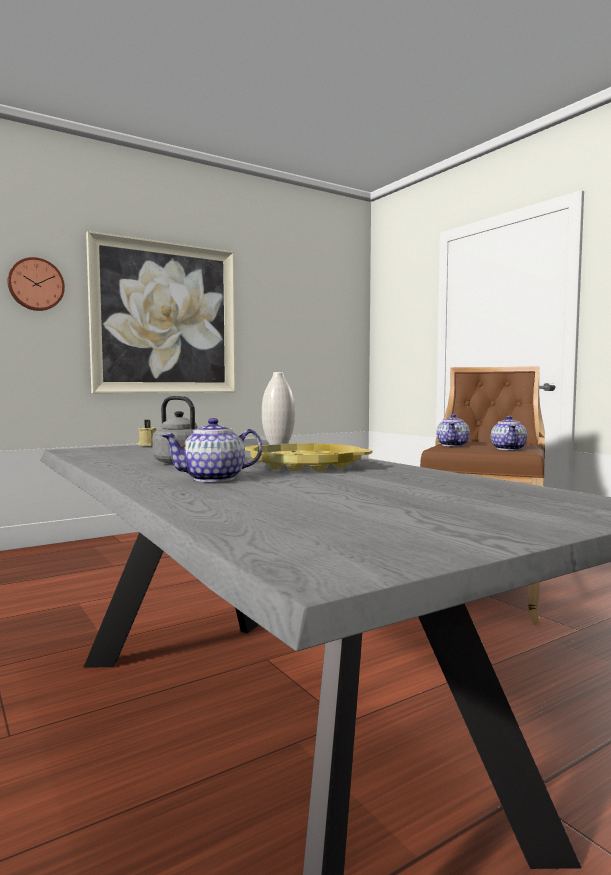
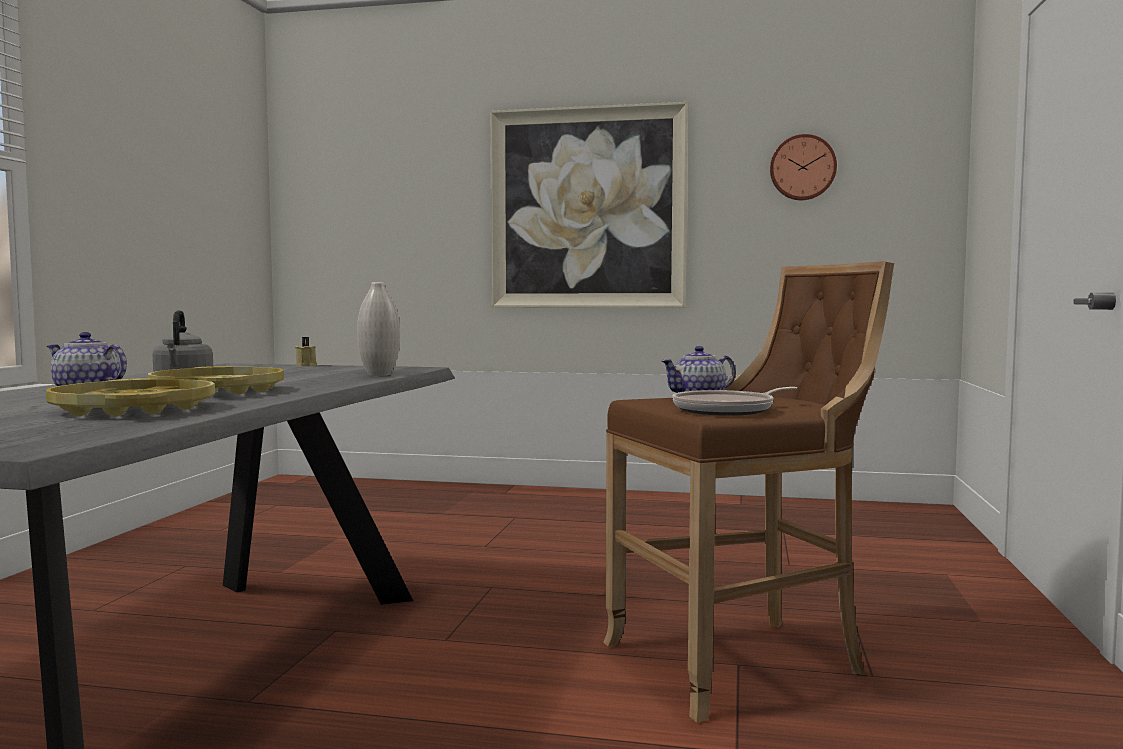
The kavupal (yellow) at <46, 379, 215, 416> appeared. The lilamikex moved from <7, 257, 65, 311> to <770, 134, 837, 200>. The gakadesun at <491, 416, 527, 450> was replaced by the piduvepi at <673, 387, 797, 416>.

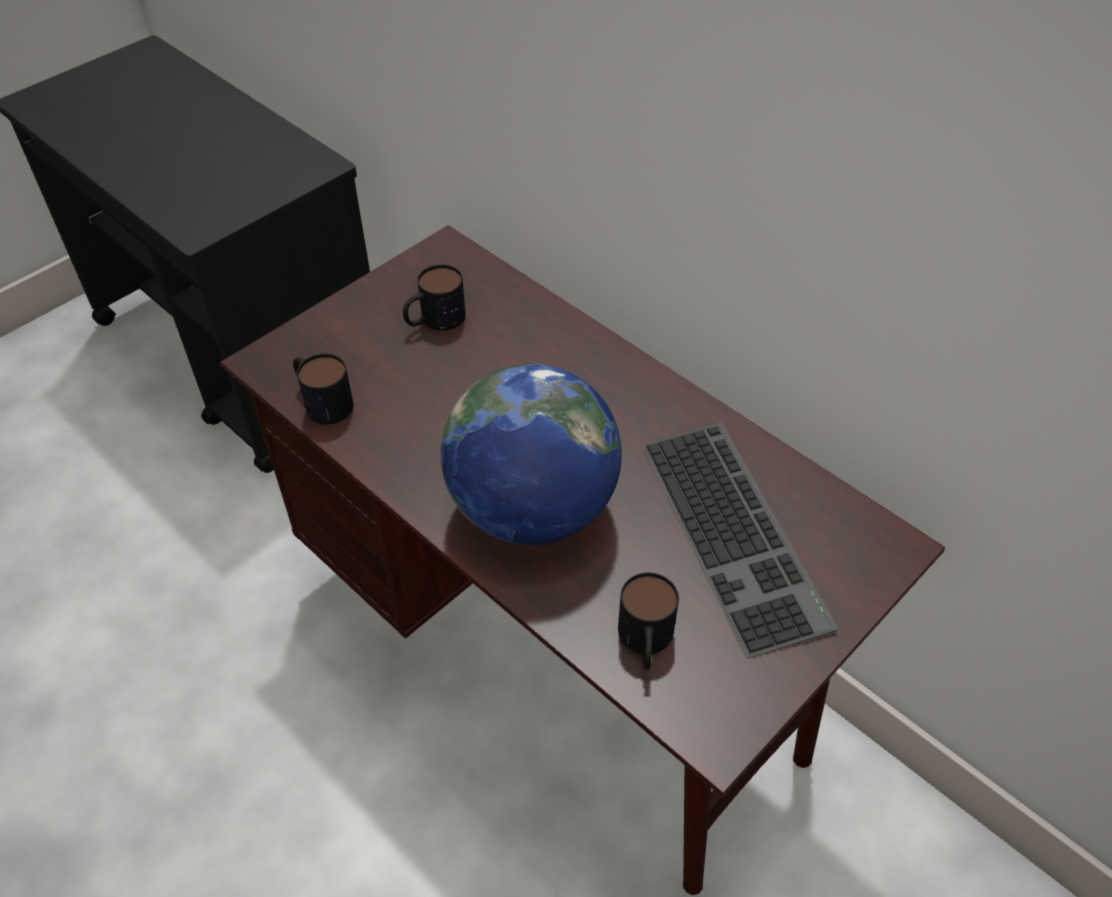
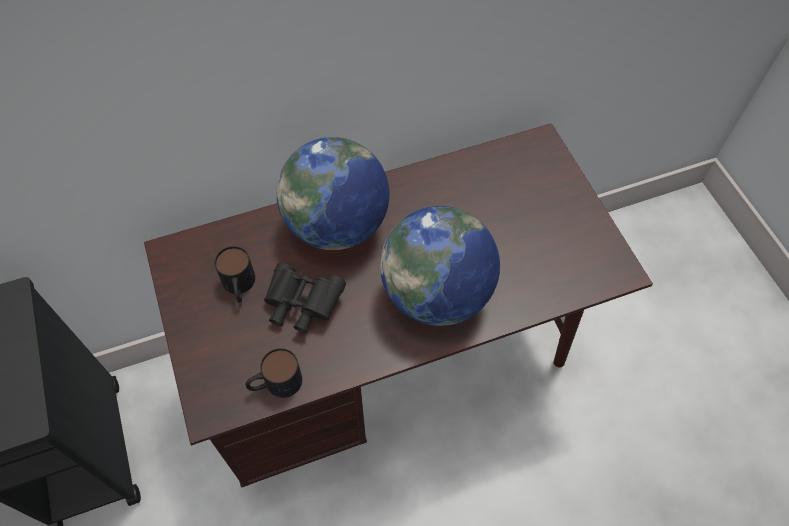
The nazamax at <618, 572, 679, 669> disappeared. The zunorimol at <642, 423, 838, 659> disappeared. The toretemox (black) at <264, 262, 346, 333> appeared. The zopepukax at <276, 137, 389, 250> appeared.

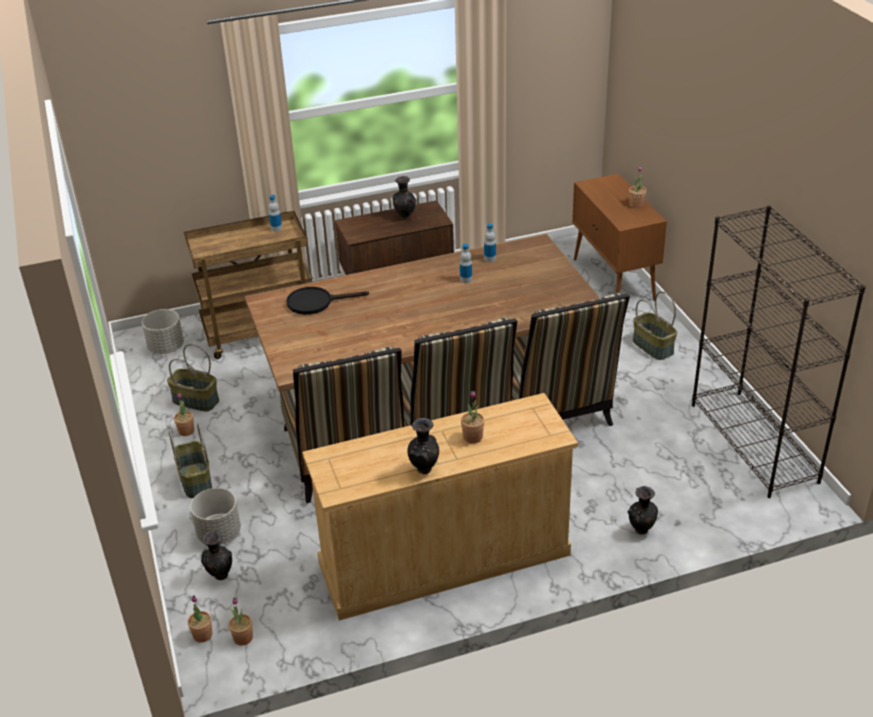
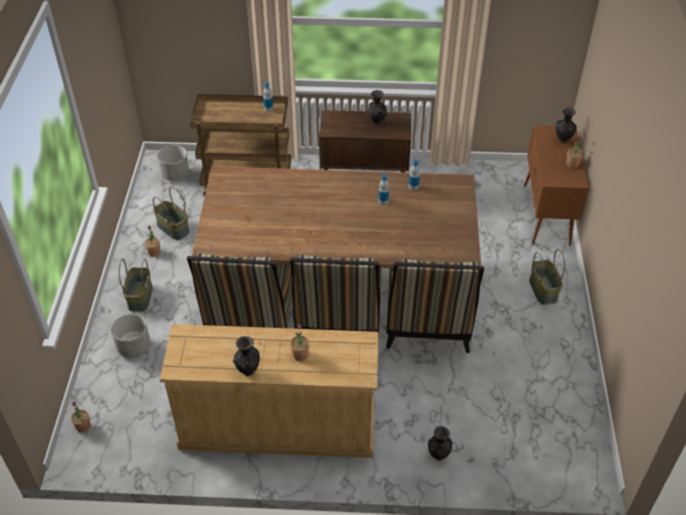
The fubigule at <229, 598, 253, 646> disappeared. The piduvepi (black) at <286, 287, 369, 315> disappeared. The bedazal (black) at <692, 206, 866, 498> disappeared. The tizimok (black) moved from <201, 531, 232, 580> to <556, 108, 577, 143>.

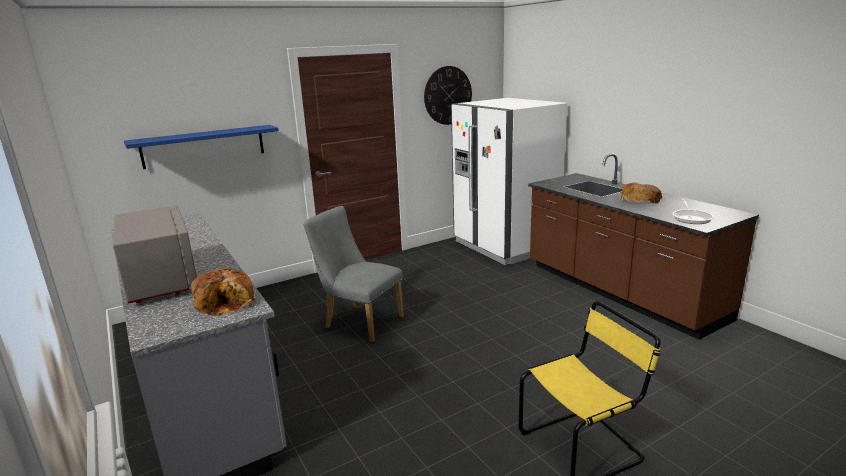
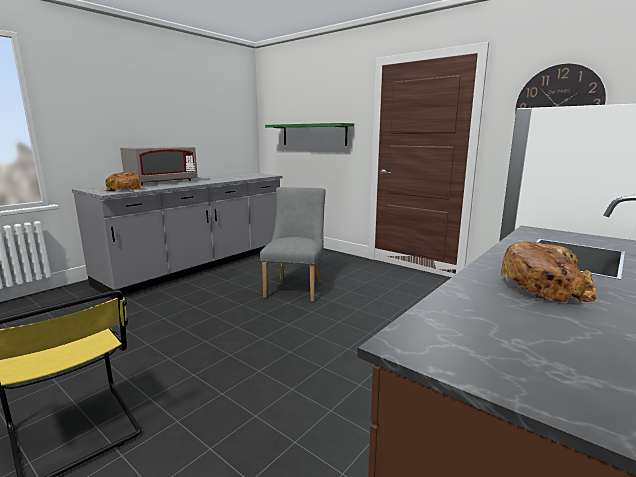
The piduvepi at <672, 199, 714, 224> disappeared. The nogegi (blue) at <124, 125, 279, 169> became the nogegi (green) at <265, 123, 354, 146>.

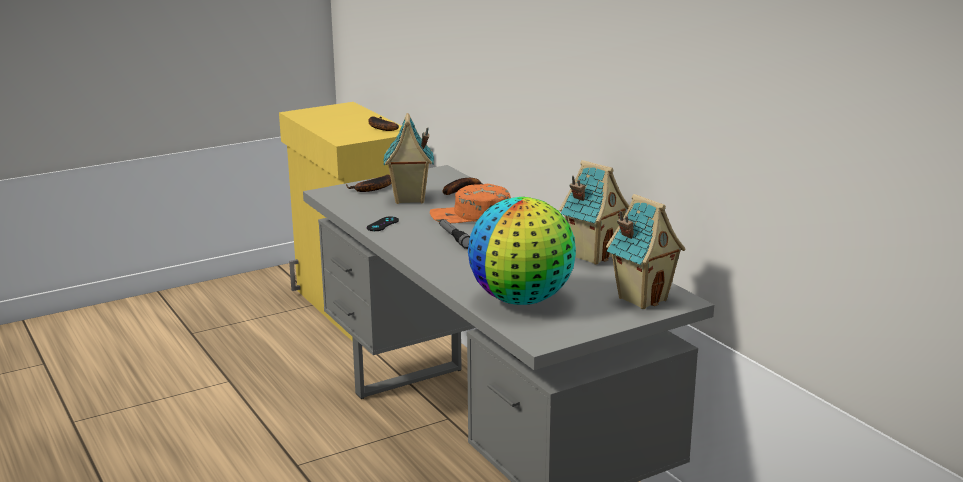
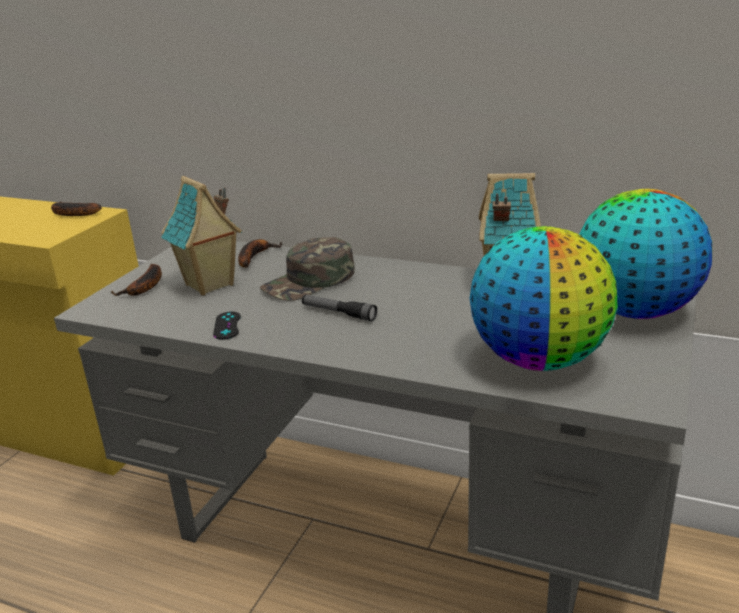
The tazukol at <606, 194, 685, 309> was replaced by the zopepukax at <579, 189, 712, 319>. The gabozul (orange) at <430, 184, 511, 223> became the gabozul (green) at <260, 237, 355, 301>.

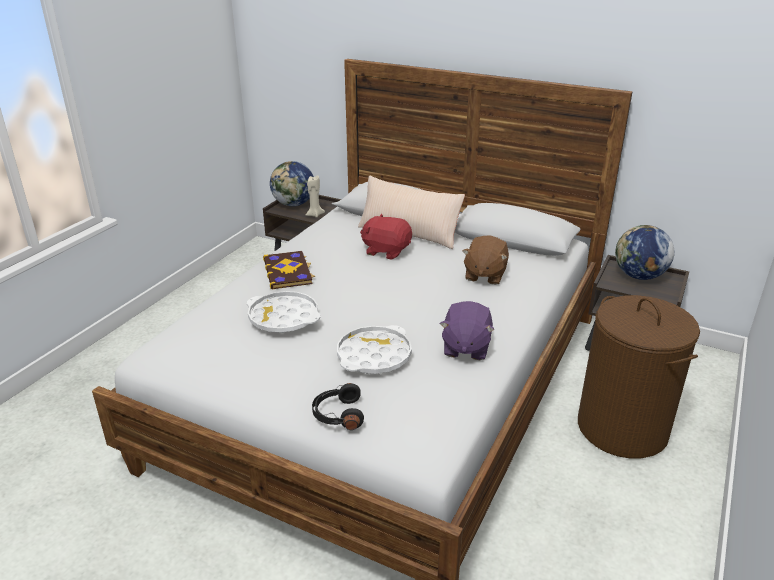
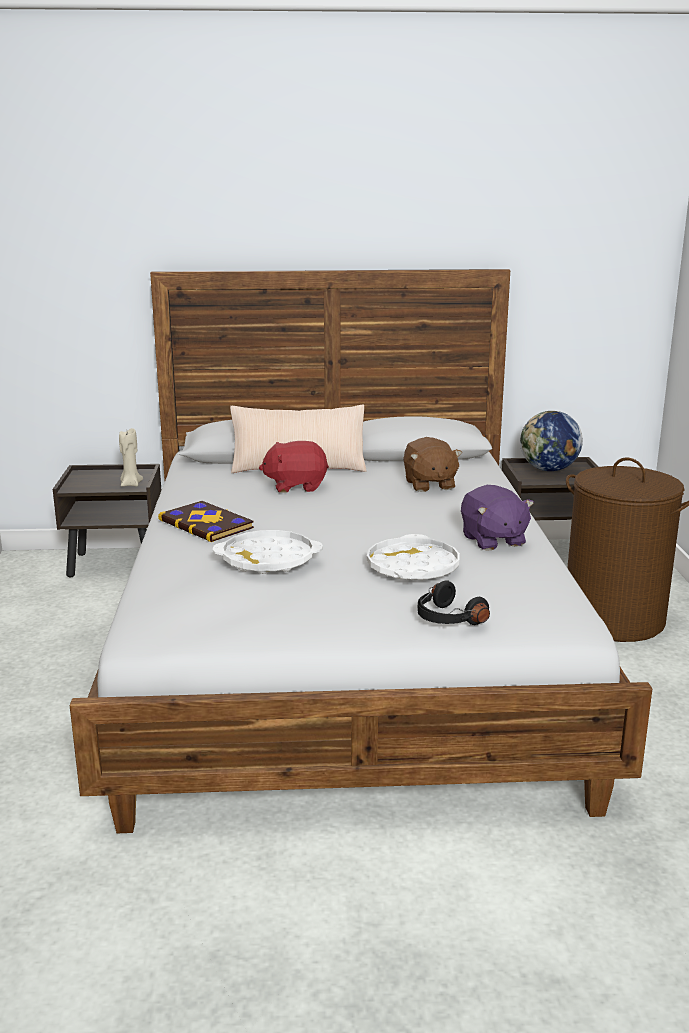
The zopepukax at <270, 161, 314, 206> disappeared.

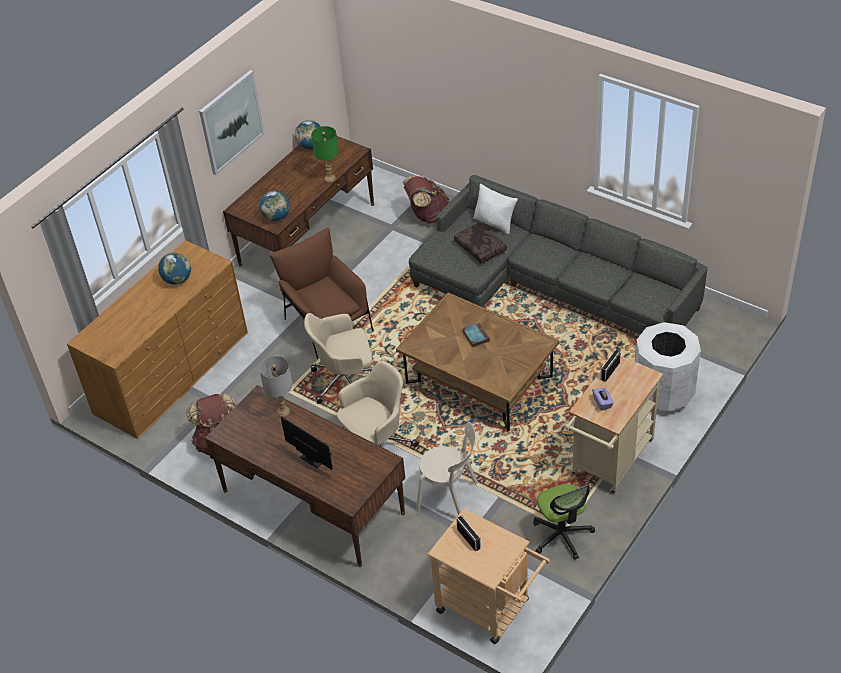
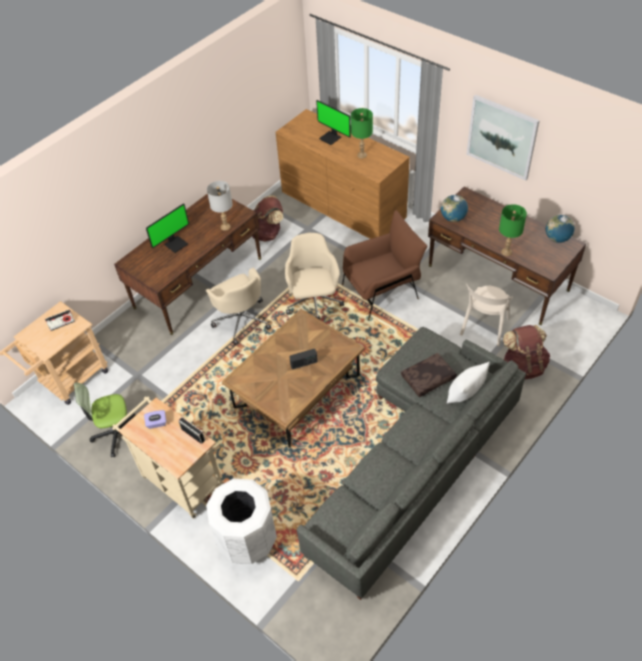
The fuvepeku at <316, 100, 351, 145> appeared. The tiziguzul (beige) moved from <416, 422, 478, 514> to <460, 283, 513, 347>. The zopepukax at <158, 252, 191, 285> was replaced by the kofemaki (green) at <351, 108, 373, 158>. The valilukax at <462, 323, 490, 348> was replaced by the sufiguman at <289, 349, 318, 369>.

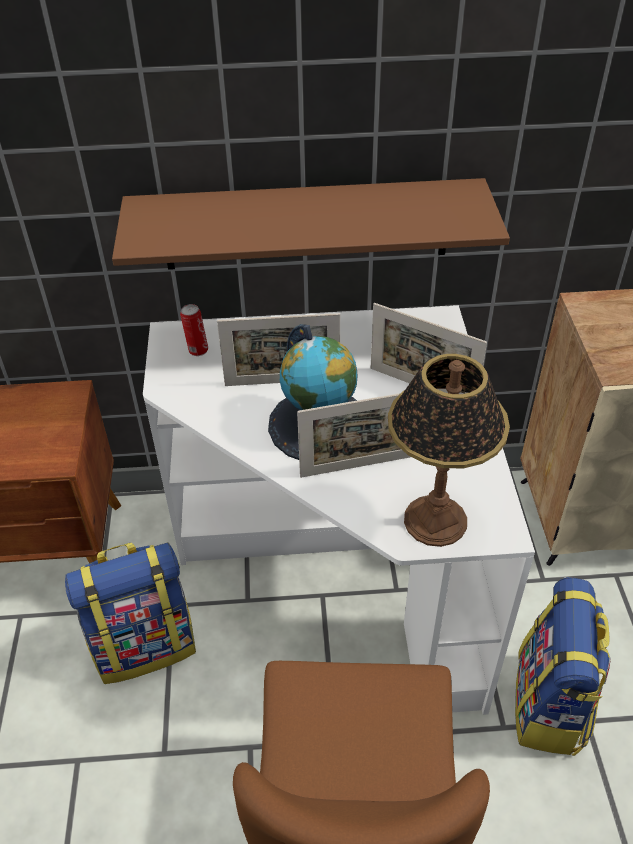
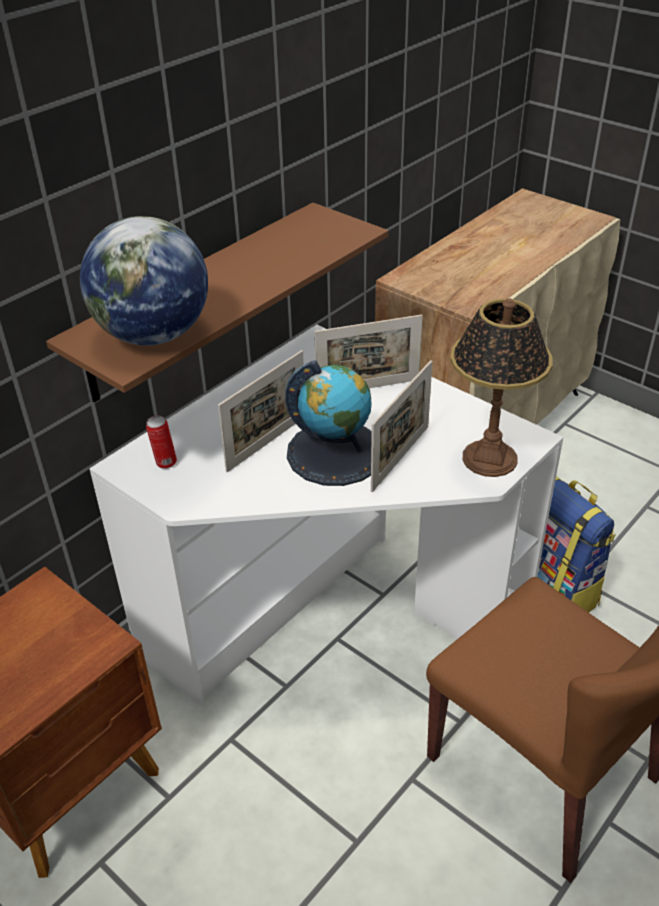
The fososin at <65, 543, 196, 684> disappeared. The zopepukax at <80, 216, 208, 346> appeared.

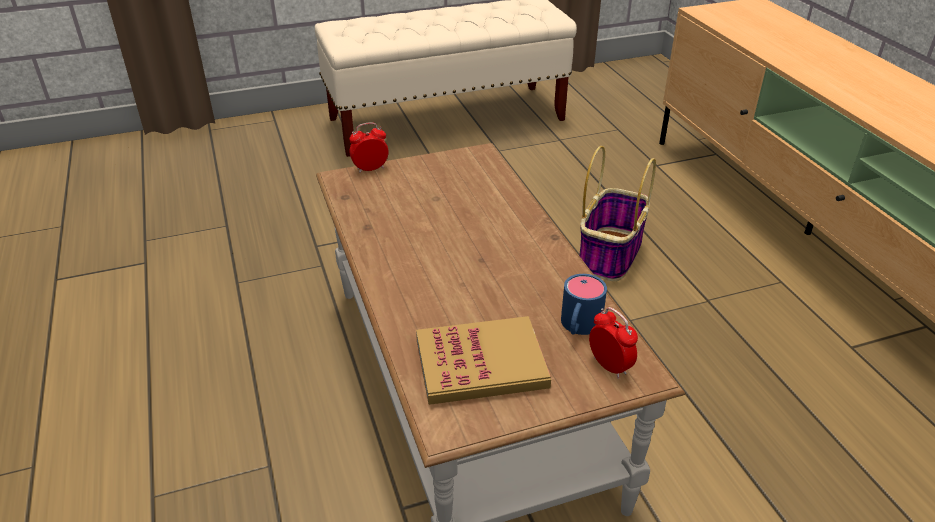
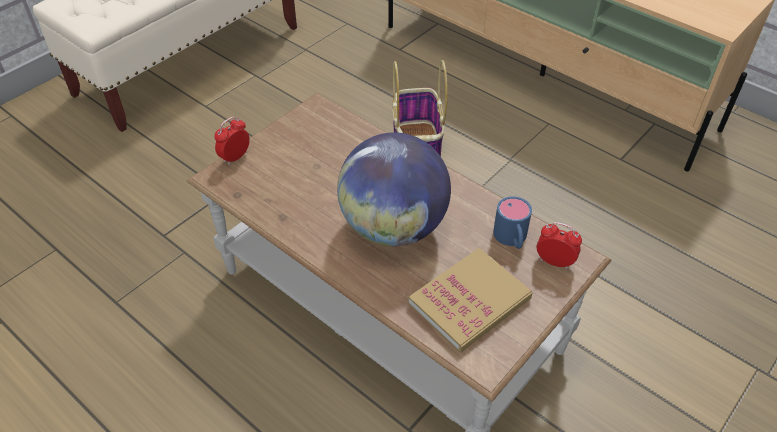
The zopepukax at <337, 132, 451, 246> appeared.

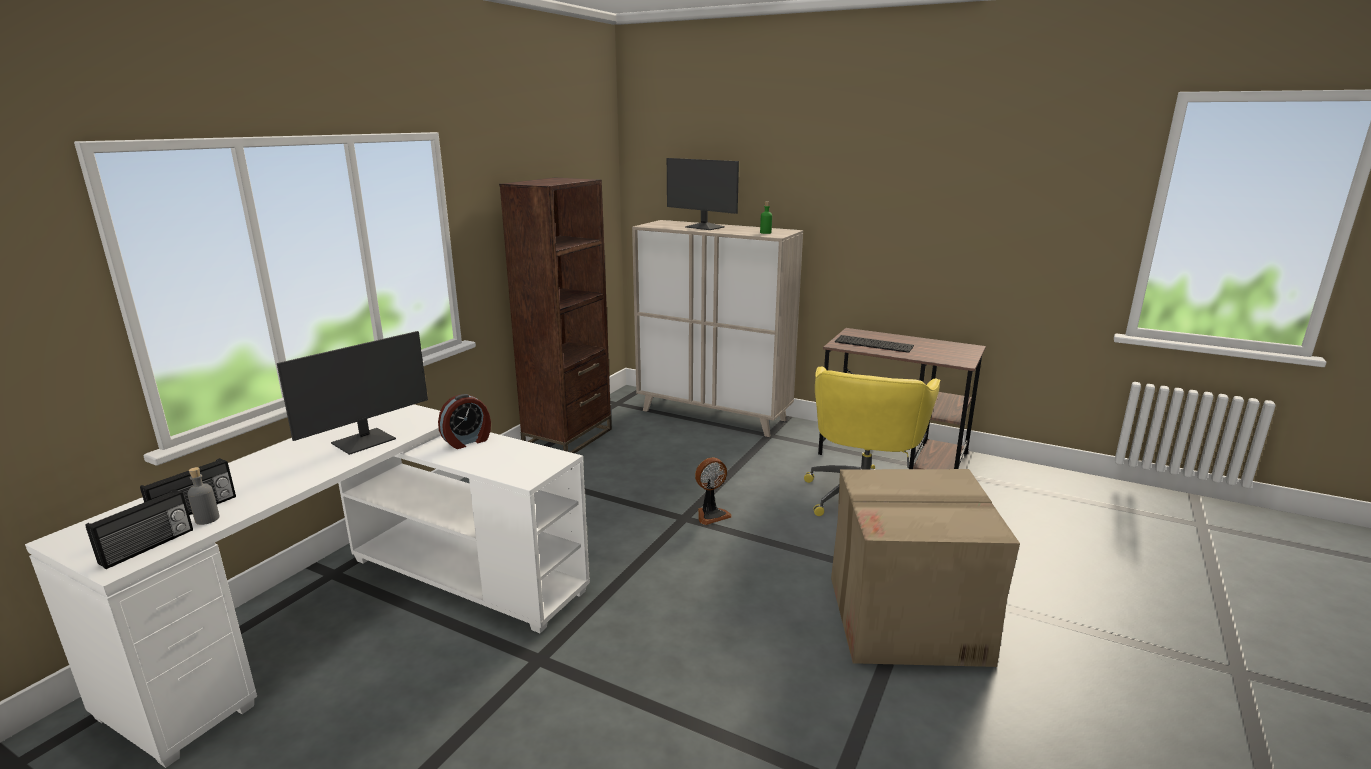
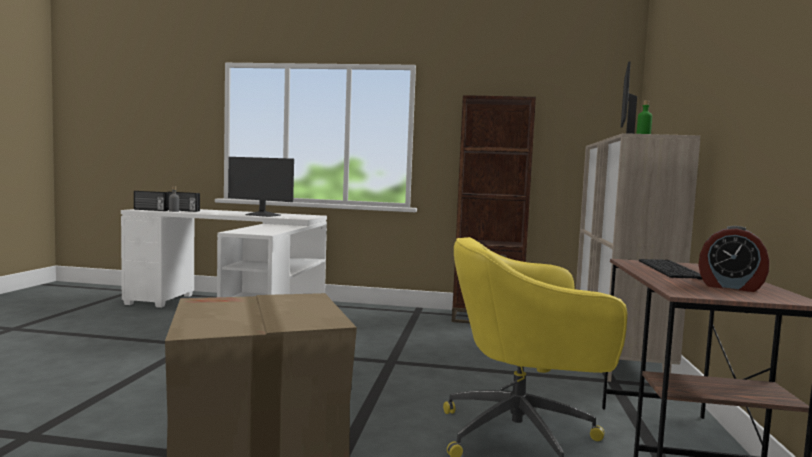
The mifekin at <695, 457, 732, 525> disappeared. The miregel moved from <438, 394, 491, 449> to <698, 226, 769, 292>.

